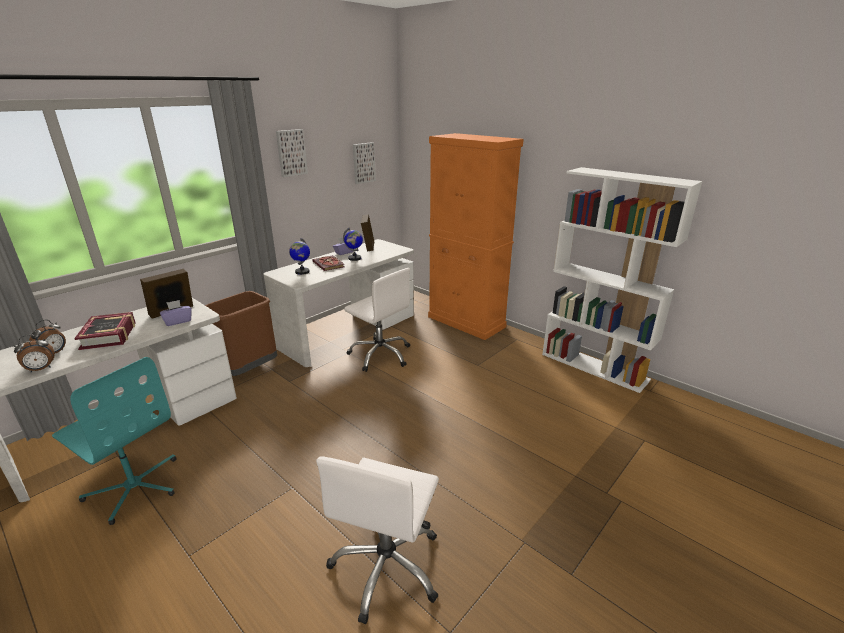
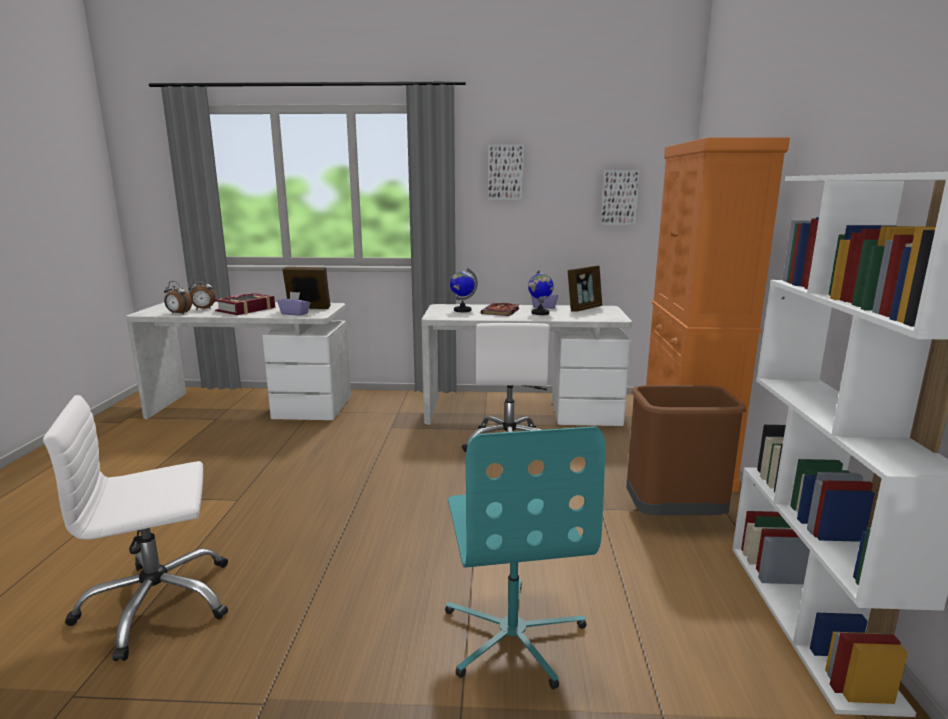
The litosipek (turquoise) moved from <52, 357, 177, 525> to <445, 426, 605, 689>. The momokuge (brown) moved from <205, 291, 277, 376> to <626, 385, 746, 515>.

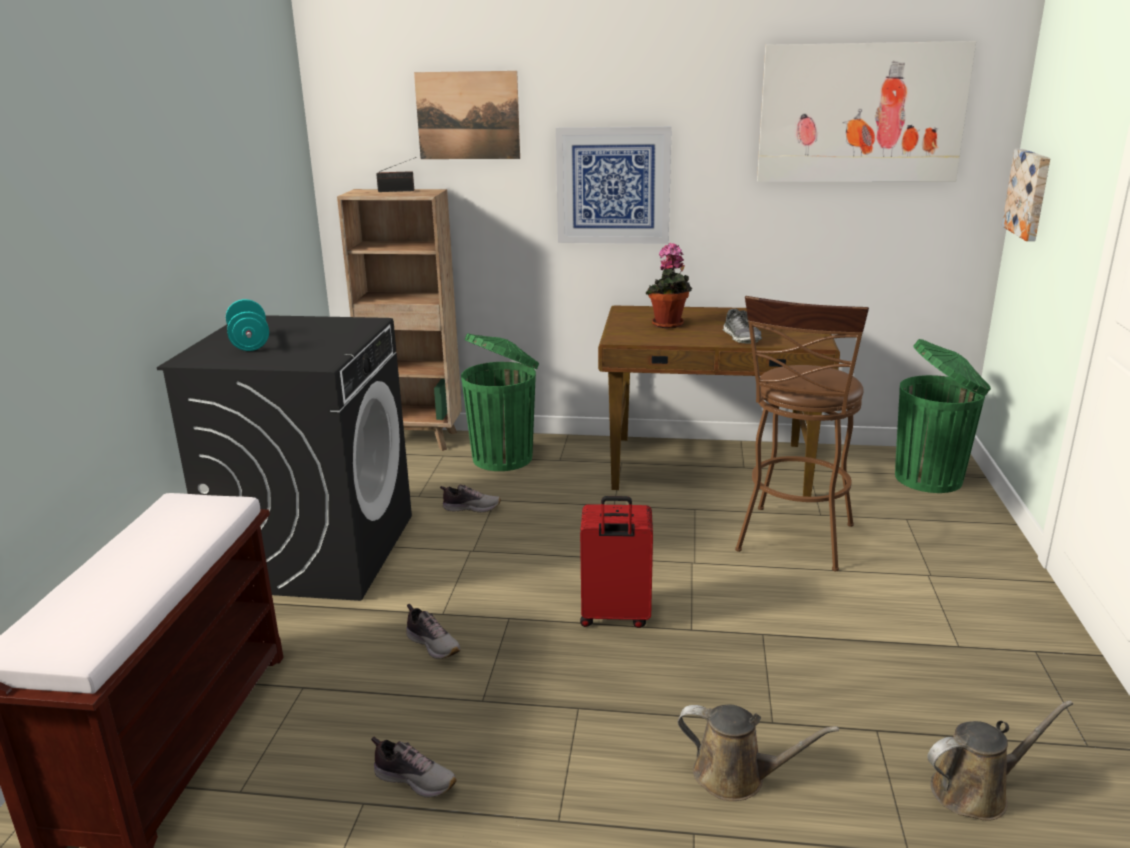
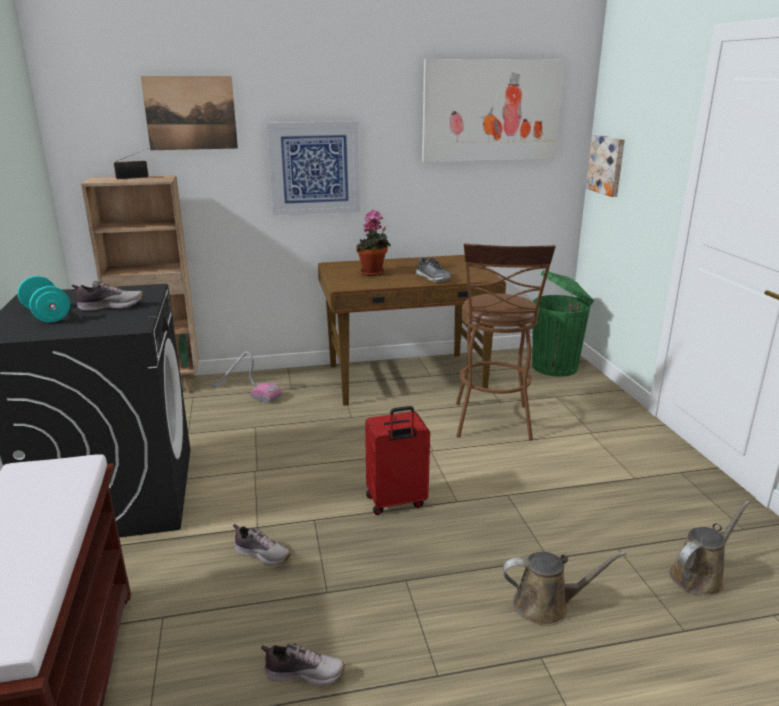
The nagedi moved from <440, 484, 501, 513> to <72, 281, 144, 311>. The momokuge (green) at <461, 333, 539, 471> was replaced by the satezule at <211, 351, 282, 404>.

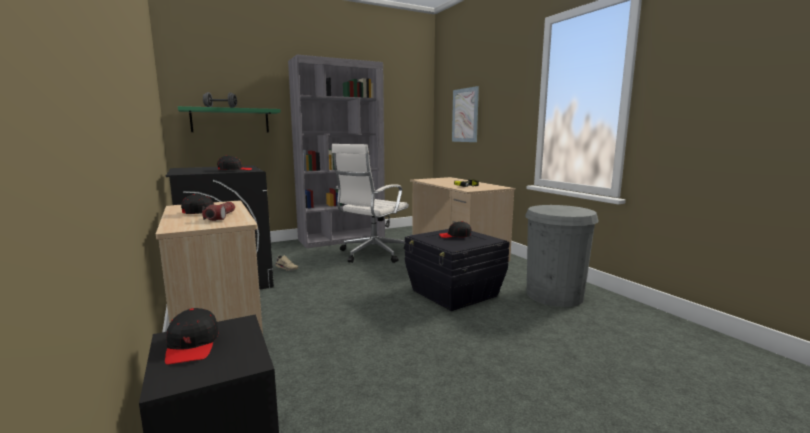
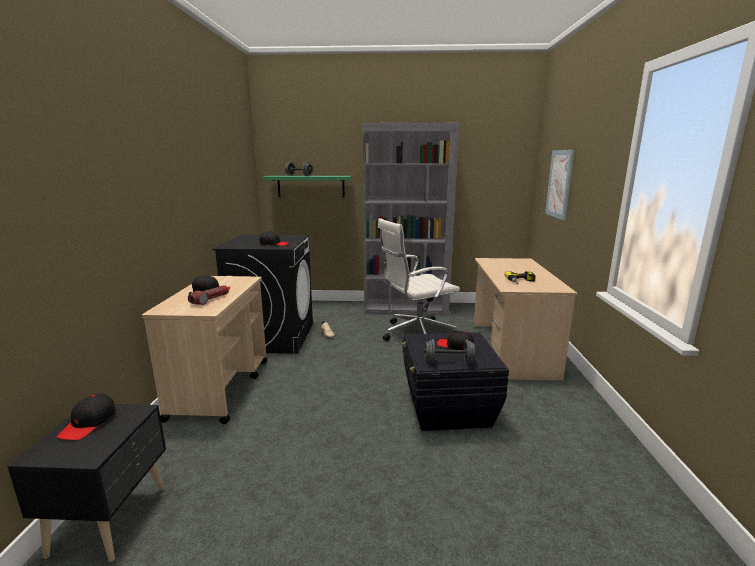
The momokuge (grey) at <525, 205, 599, 307> disappeared. The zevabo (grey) at <424, 339, 476, 364> appeared.

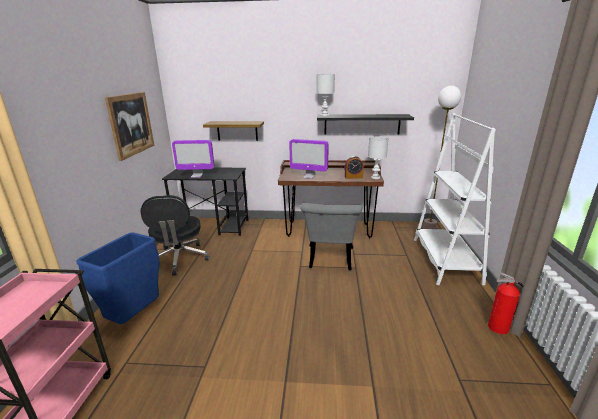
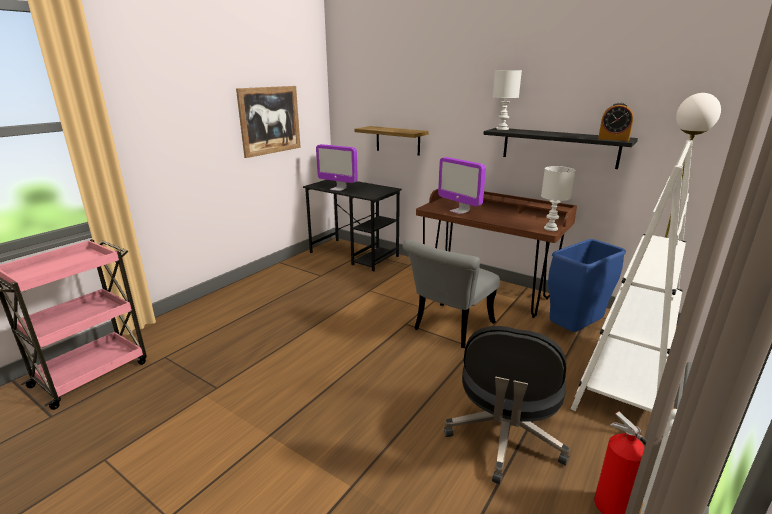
The momokuge (blue) moved from <76, 233, 160, 324> to <548, 239, 626, 332>. The litosipek (black) moved from <141, 195, 210, 275> to <444, 326, 569, 485>. The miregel moved from <345, 156, 364, 179> to <598, 103, 633, 141>.

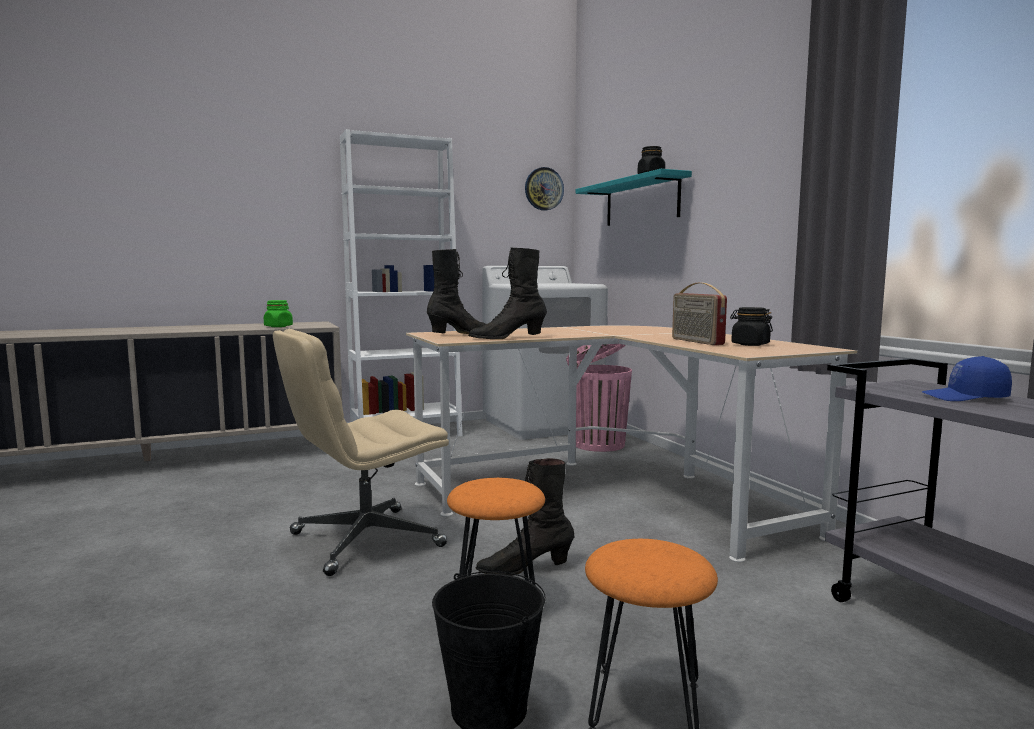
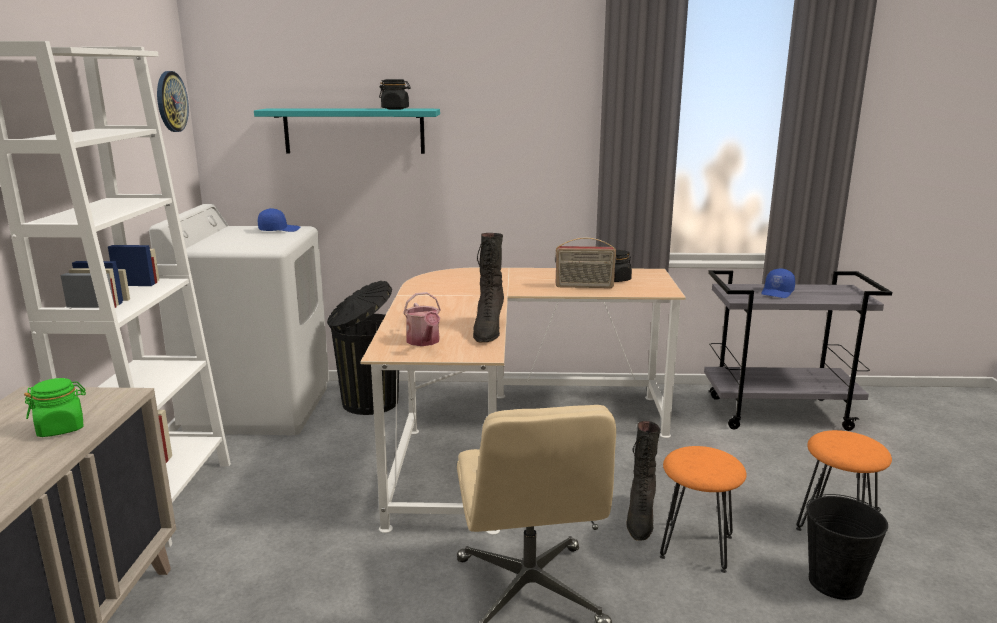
The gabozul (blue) at <258, 208, 300, 232> appeared. The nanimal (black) at <427, 249, 486, 334> was replaced by the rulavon at <403, 292, 441, 346>. The momokuge (pink) at <566, 341, 632, 452> became the momokuge (black) at <327, 281, 399, 415>.

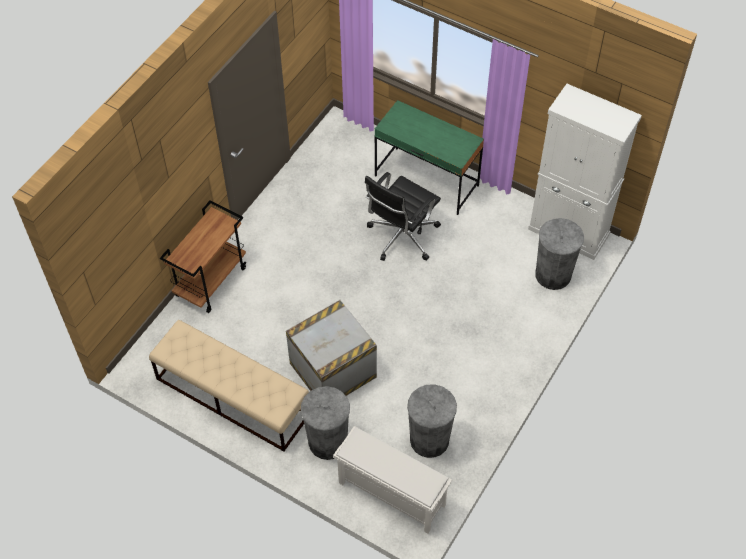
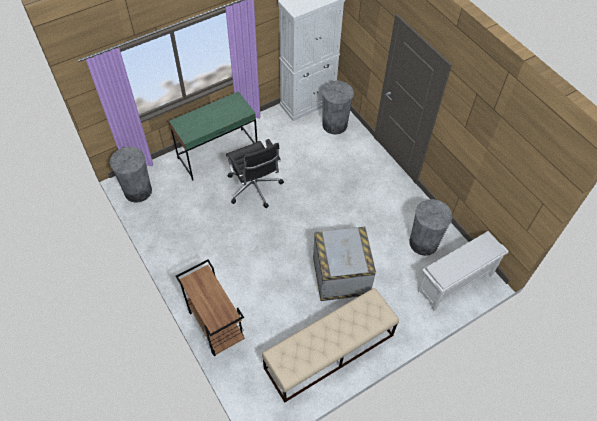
The momokuge (grey) moved from <301, 386, 350, 460> to <110, 147, 152, 203>.

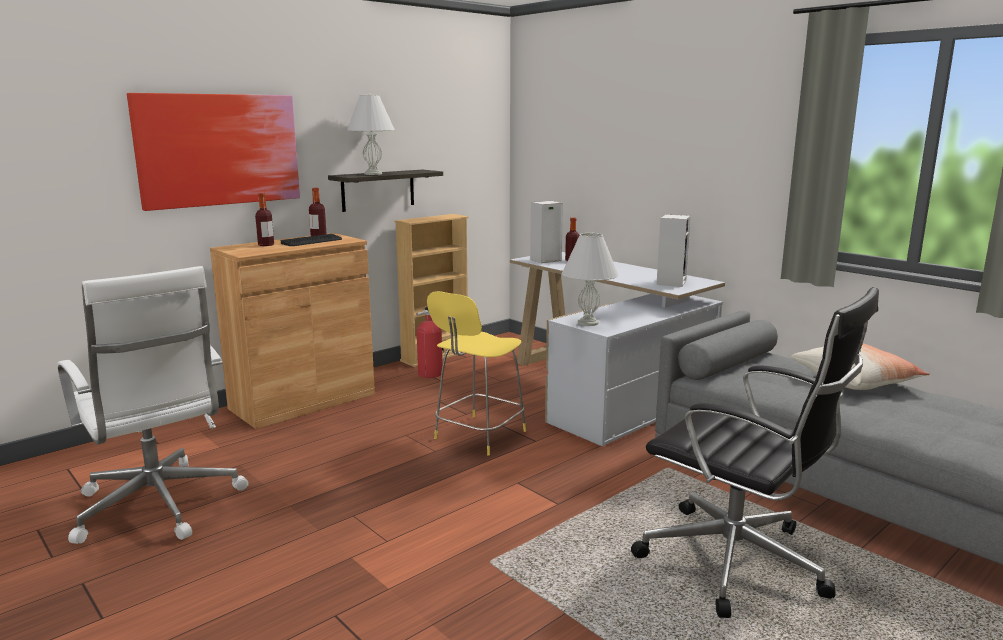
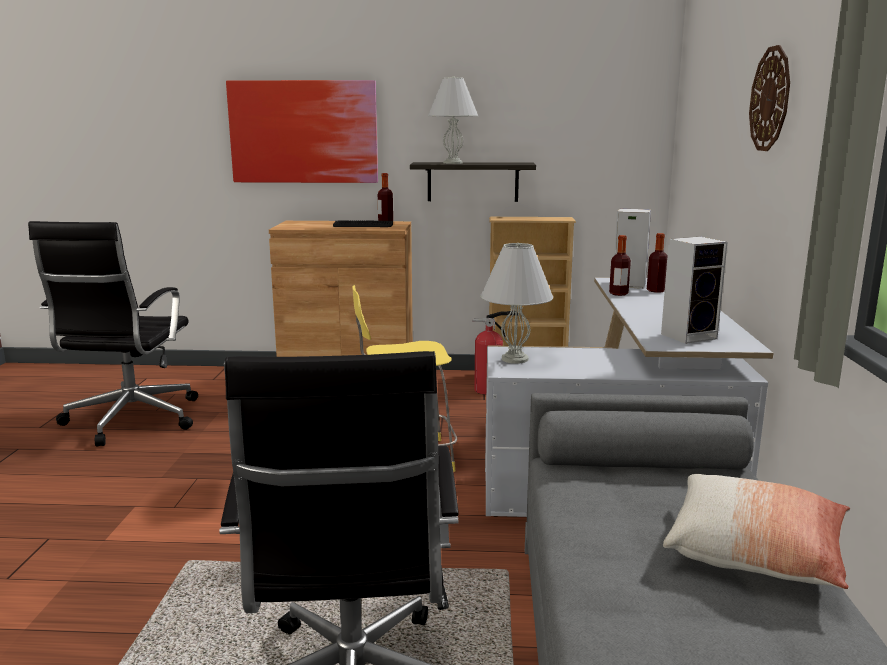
The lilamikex at <749, 45, 790, 151> appeared. The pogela moved from <255, 193, 274, 246> to <609, 235, 631, 296>. The litosipek (white) at <57, 266, 249, 544> became the litosipek (black) at <28, 221, 198, 447>.

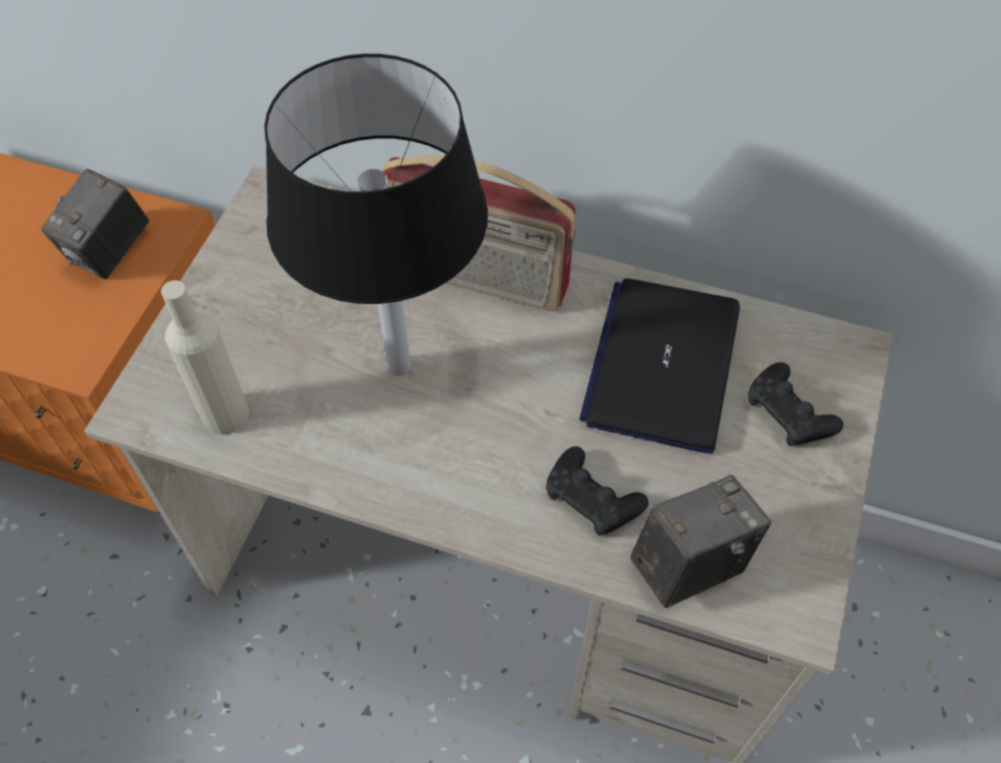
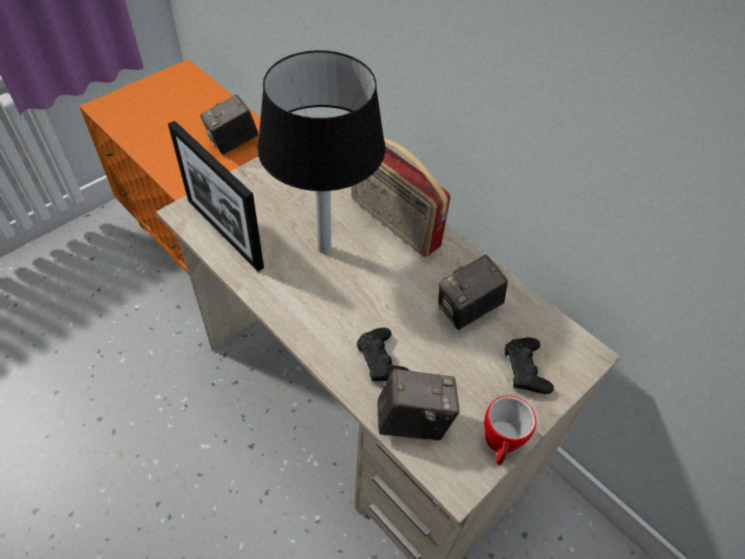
The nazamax at <484, 395, 536, 465> appeared. The pogela (beige) at <161, 280, 249, 435> was replaced by the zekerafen at <168, 121, 264, 271>. The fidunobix at <579, 278, 740, 454> was replaced by the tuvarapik at <439, 254, 508, 330>.

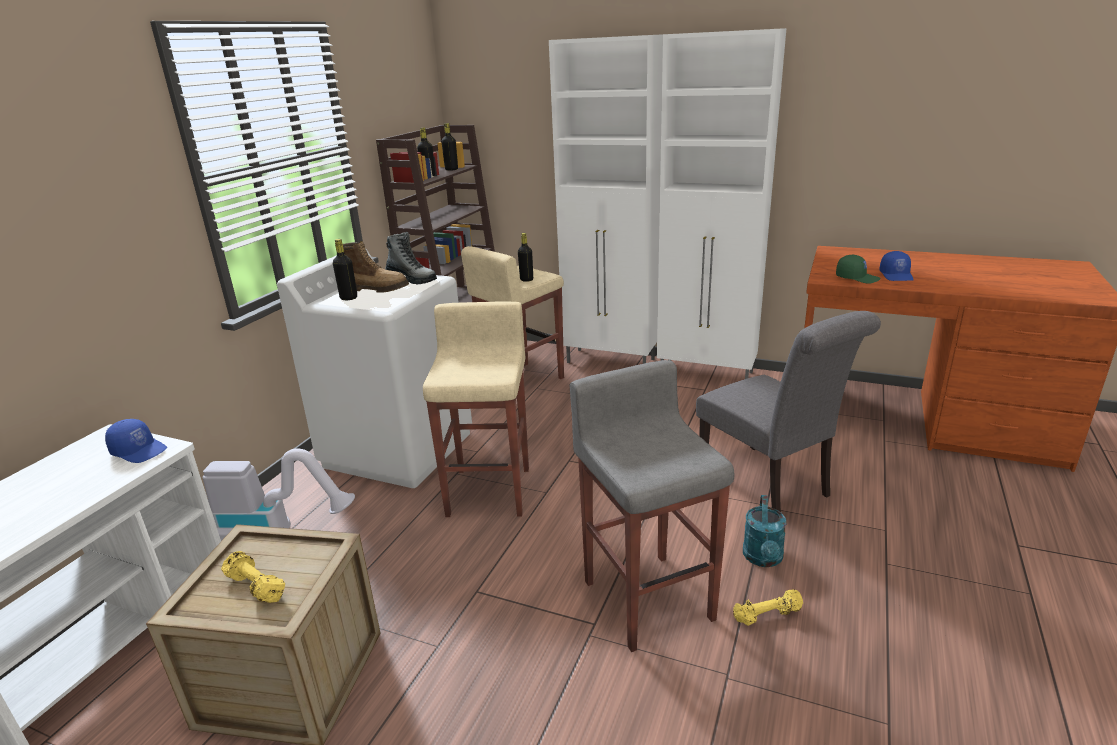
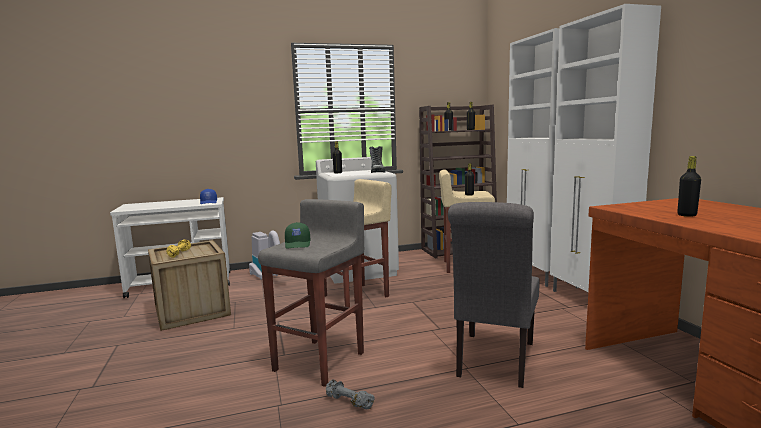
The nanimal at <343, 241, 409, 293> disappeared. The rulavon (turquoise) at <743, 495, 787, 567> disappeared. The gabozul (green) moved from <836, 255, 881, 284> to <285, 222, 310, 249>. The gabozul (blue) at <879, 251, 914, 281> was replaced by the pogela (black) at <677, 156, 701, 217>. The zevabo (yellow) at <733, 589, 803, 626> became the zevabo (grey) at <326, 379, 375, 409>.

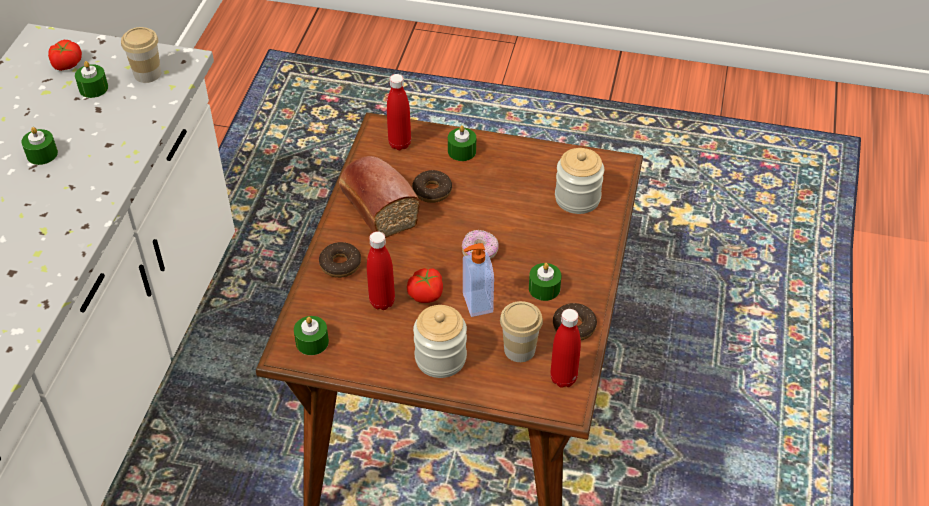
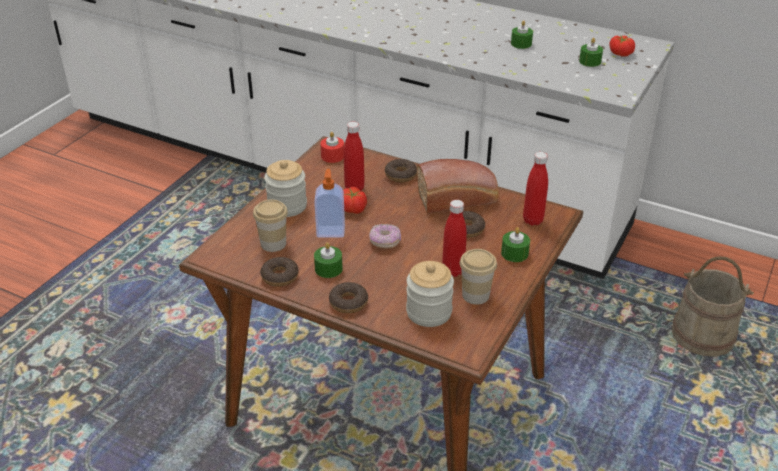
The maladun at <329, 282, 368, 313> appeared. The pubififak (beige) at <672, 256, 754, 357> appeared. The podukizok moved from <121, 27, 161, 83> to <460, 249, 497, 305>. The pogela (red) moved from <550, 309, 581, 388> to <442, 200, 467, 277>. The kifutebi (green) at <294, 316, 329, 355> became the kifutebi (red) at <320, 132, 344, 163>.

